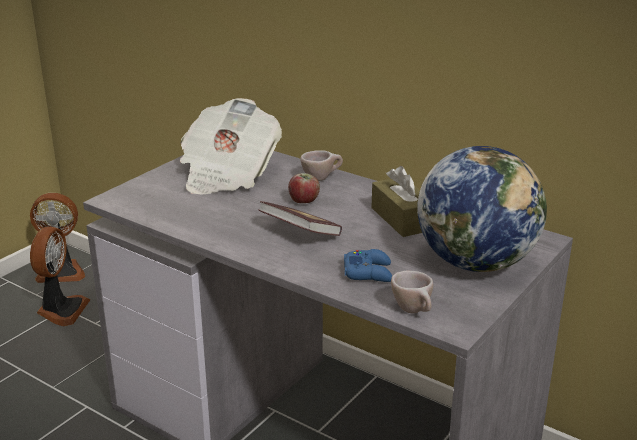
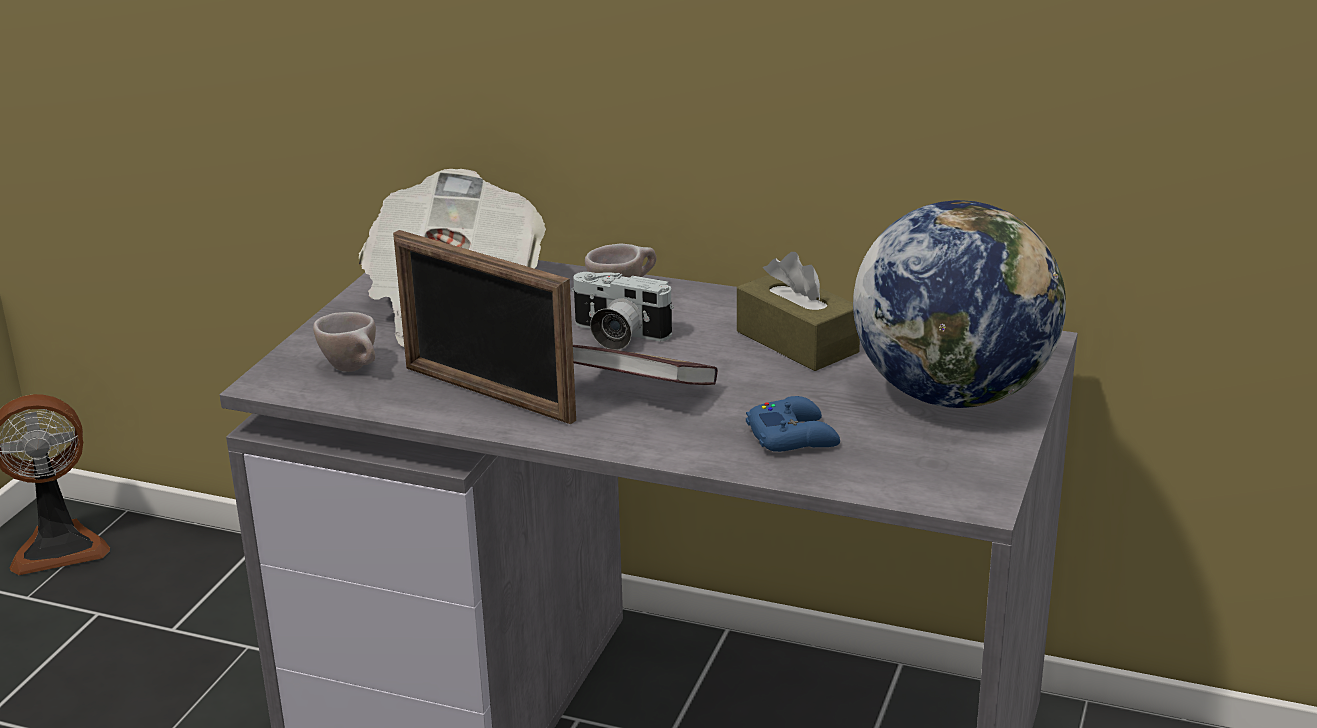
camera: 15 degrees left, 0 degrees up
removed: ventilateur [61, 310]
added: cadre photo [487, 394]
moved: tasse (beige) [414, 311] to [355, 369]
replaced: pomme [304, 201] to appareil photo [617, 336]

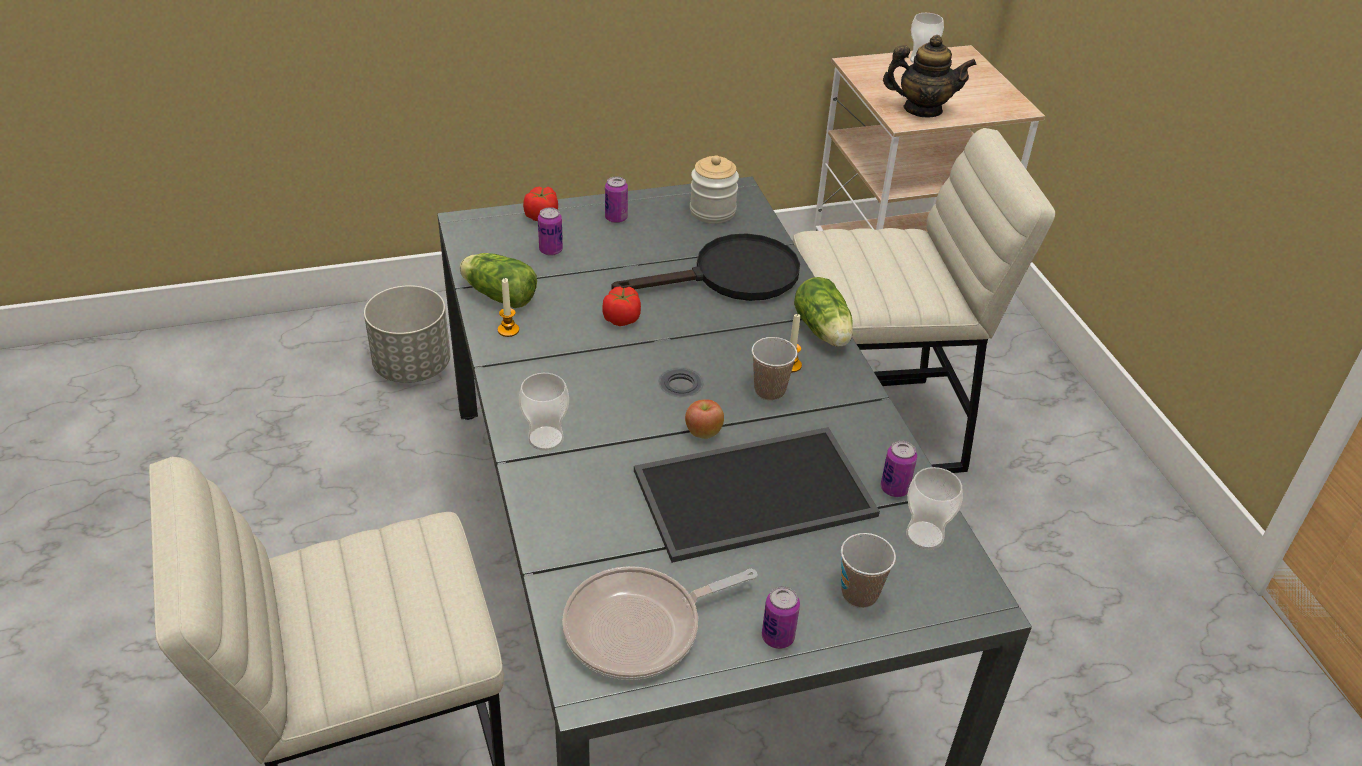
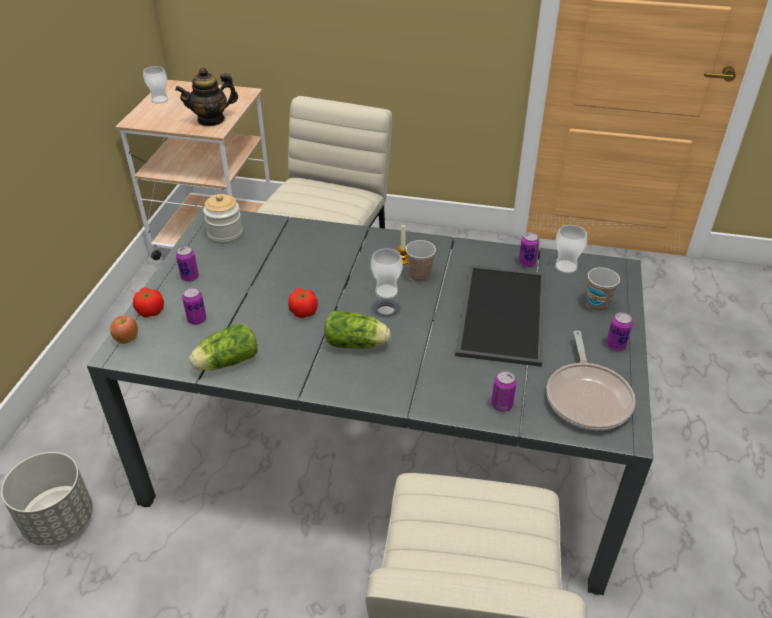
camera: 60 degrees left, 0 degrees up
removed: poêle (noir) [732, 277]; bougie [508, 330]
added: boîte métallique [501, 405]
moved: laitue [824, 332] to [358, 344]; tasse [545, 438] to [386, 292]; pomme [703, 433] to [127, 339]
turned: théière [922, 109] = [211, 120] 150 degrees counterclockwise

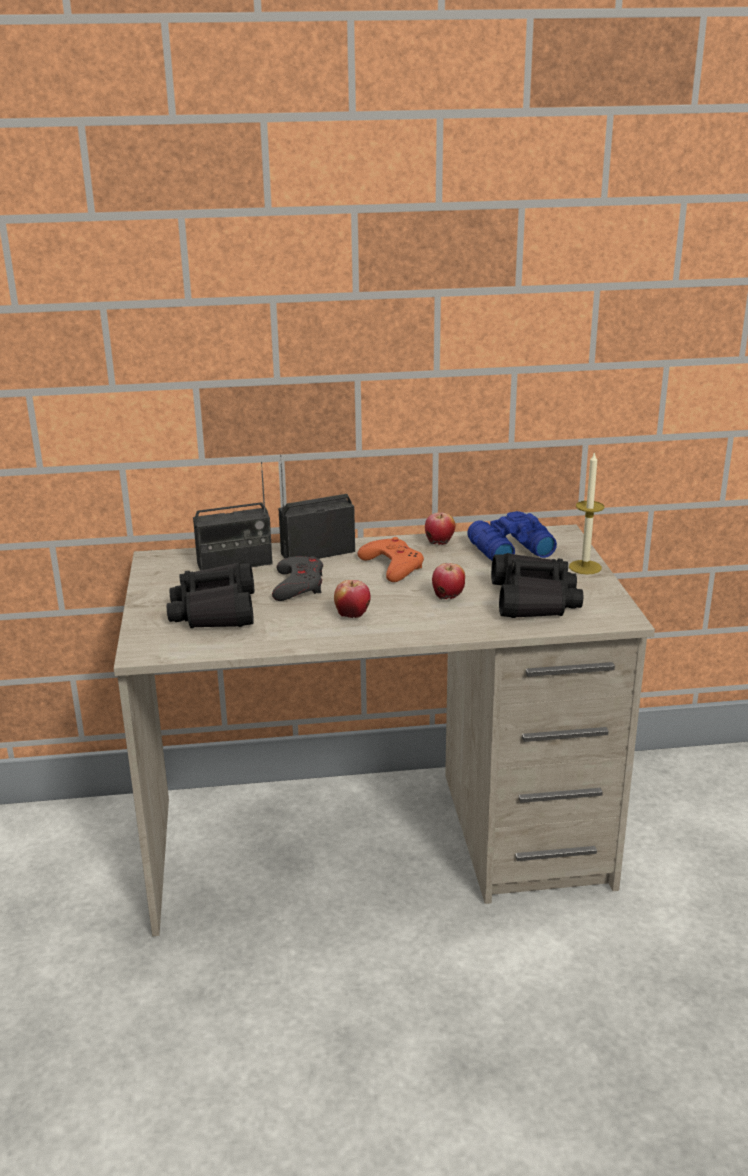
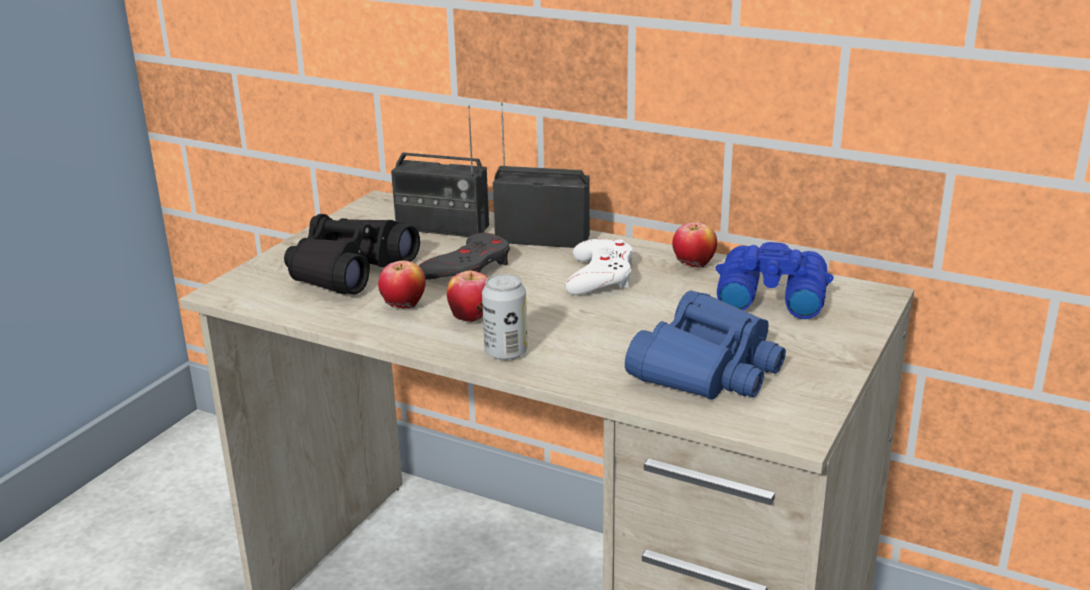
camera: 35 degrees right, 0 degrees up
removed: bougie [585, 567]
added: boîte métallique [506, 352]
moved: pomme [448, 598] to [403, 307]
recoloured: manette (orange) [392, 566] to manette (blanc) [600, 276]; jumelles (noir) [533, 600] to jumelles (bleu) [708, 368]

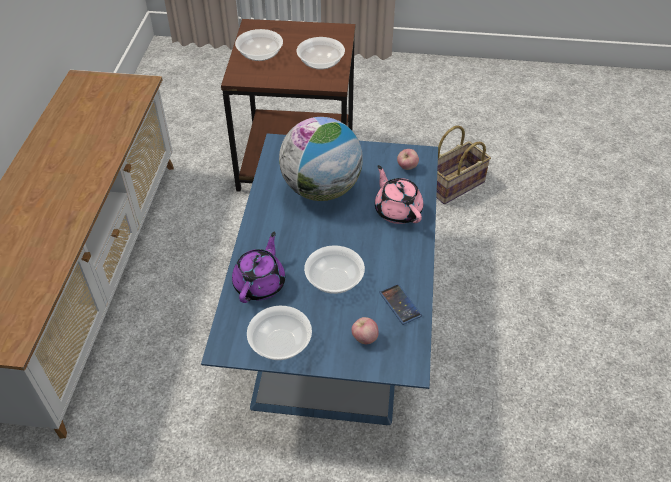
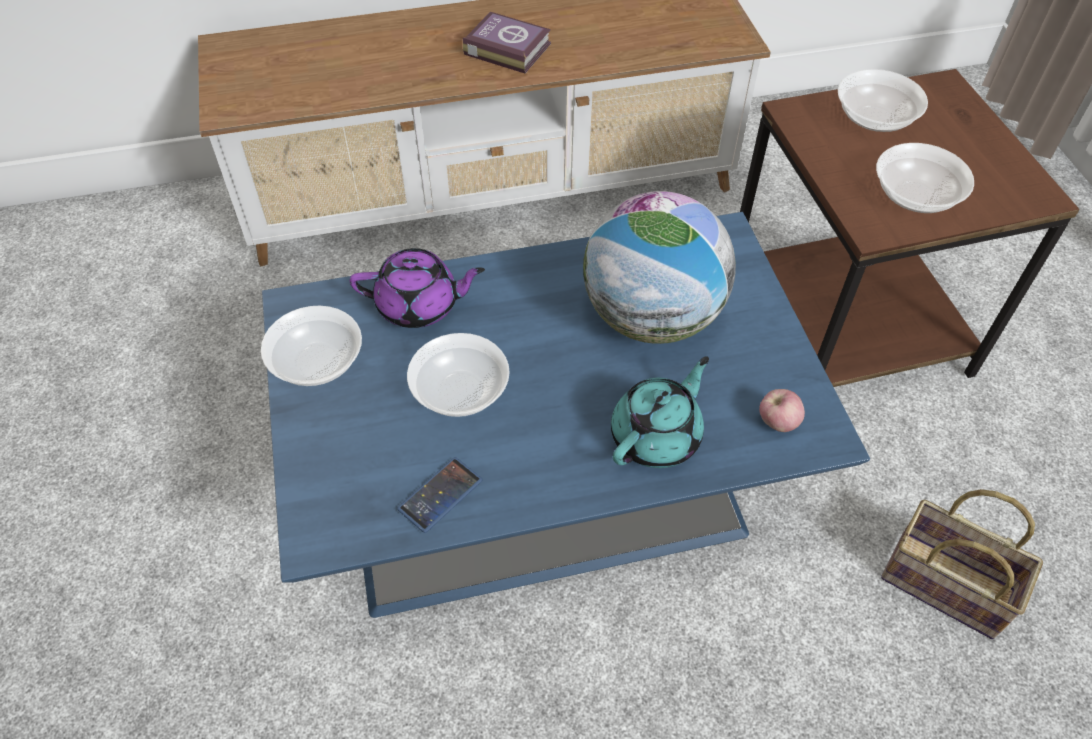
camera: 70 degrees right, 5 degrees up
removed: pomme [364, 338]
added: livre [506, 48]
recoloured: théière (rose) [397, 210] to théière (turquoise) [657, 436]

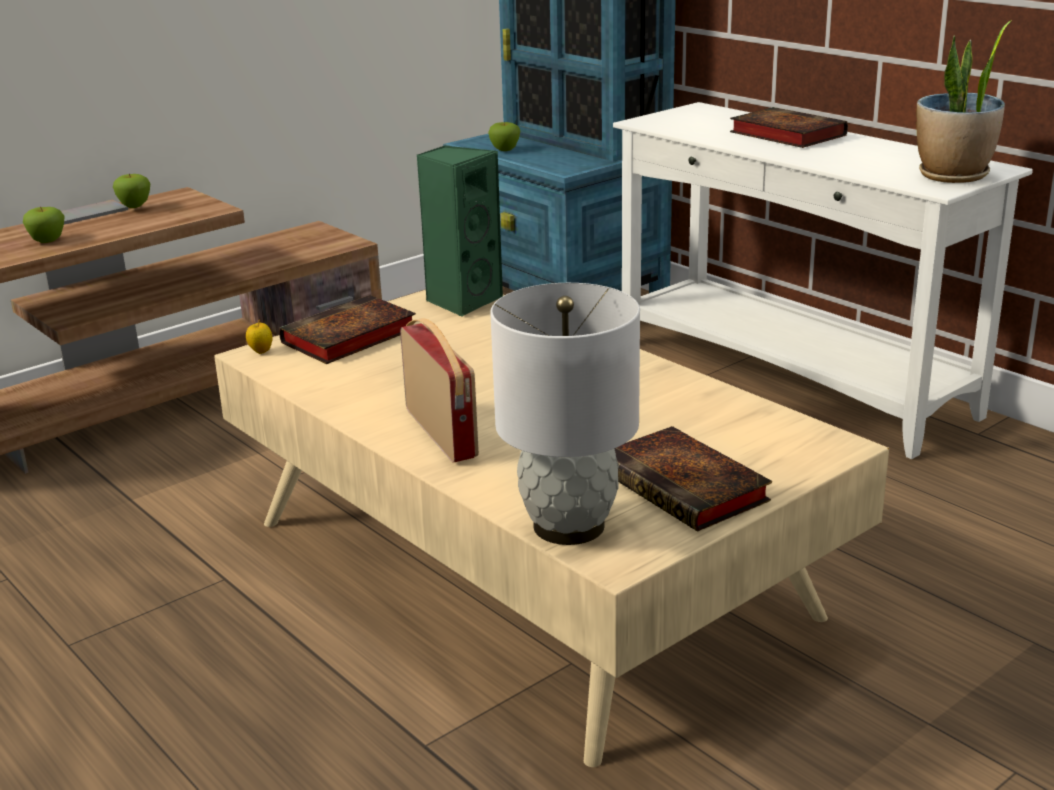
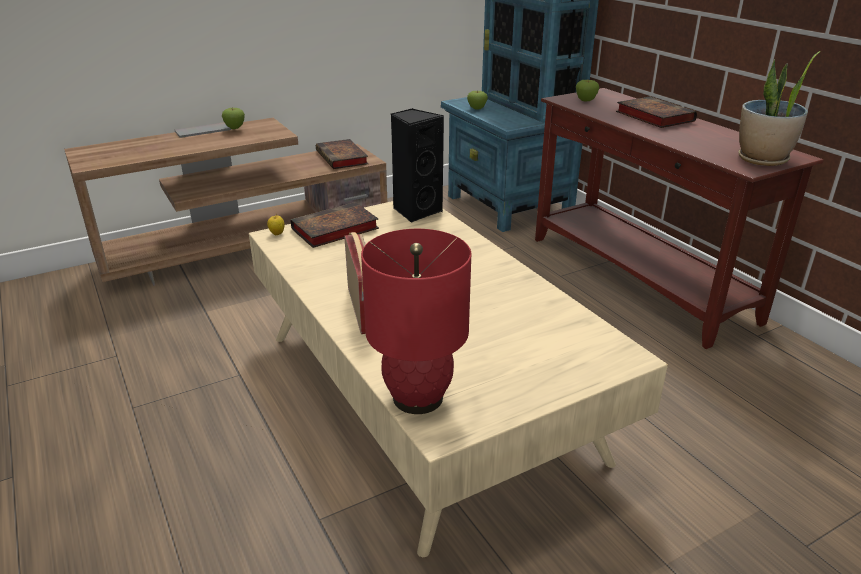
camera: 10 degrees right, 5 degrees up
moved: pomme [47, 241] to [585, 100]; livre [687, 488] to [343, 158]
recoloured: table console (blanc) [793, 378] to table console (marron) [640, 278]; enceinte (vert) [462, 301] to enceinte (noir) [416, 211]; lampe de table (blanc) [568, 526] to lampe de table (rouge) [417, 398]

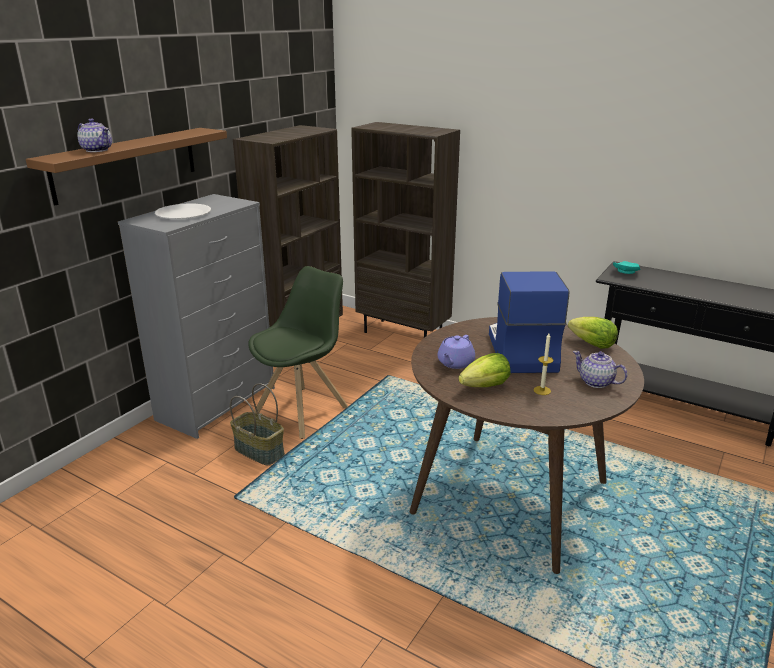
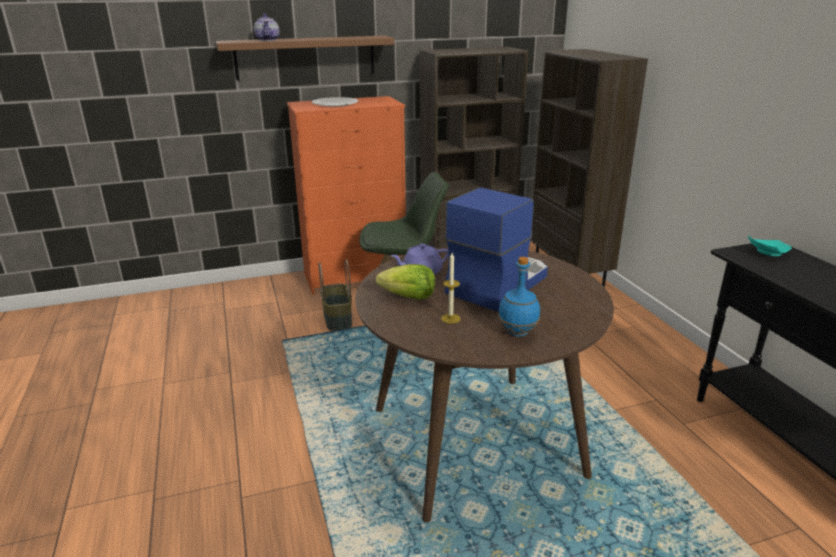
camera: 40 degrees right, 0 degrees up
removed: laitue [592, 344]
replaced: théière [596, 382] to bouteille (bleu) [517, 333]
recoloured: commode (gris) [217, 403] to commode (orange) [356, 277]

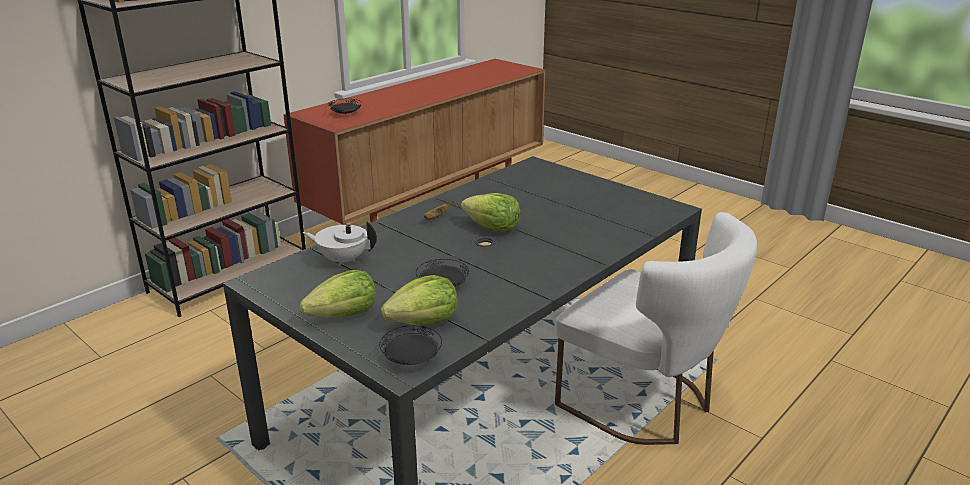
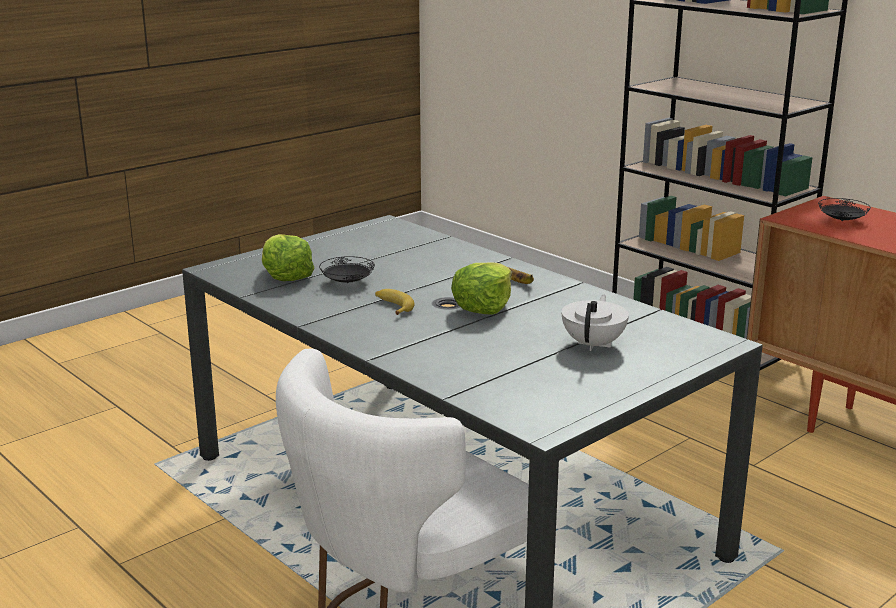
camera: 95 degrees right, 5 degrees down
removed: laitue [344, 316]; assiette (noir) [412, 359]
added: banane [393, 306]
moved: théière (blanc) [343, 260] to [594, 344]

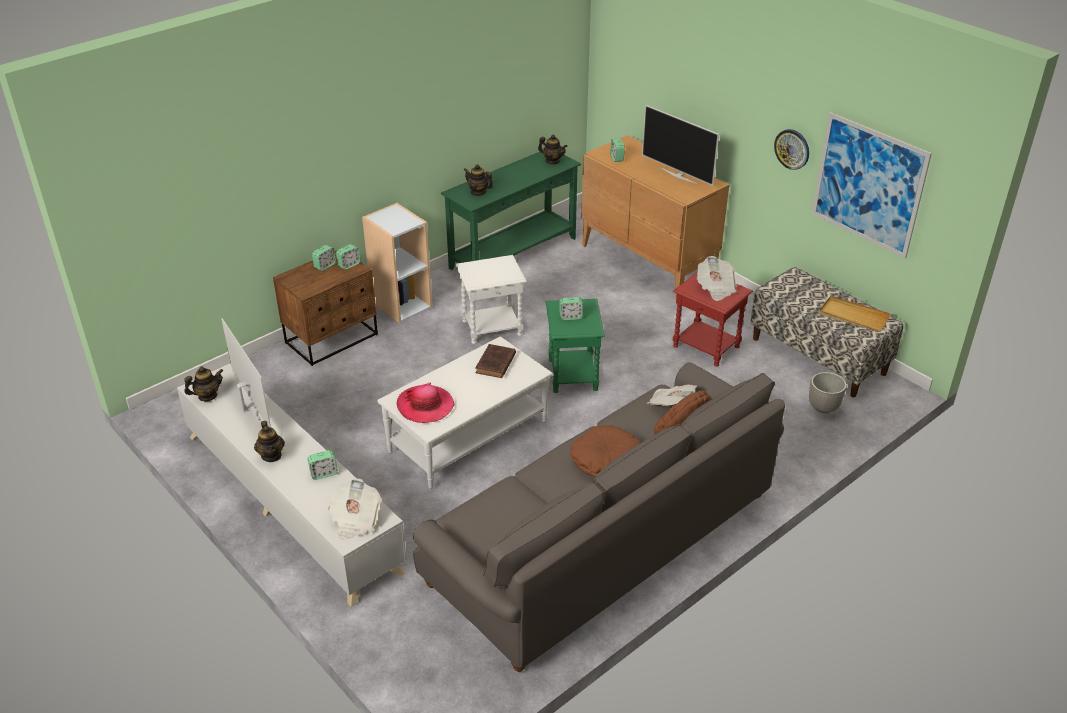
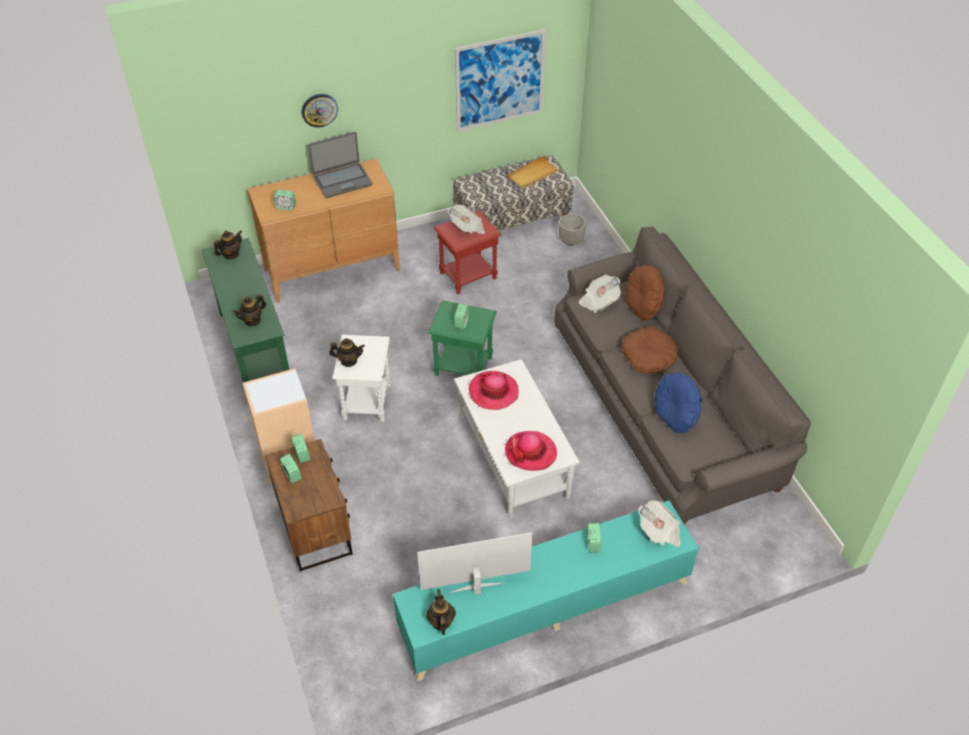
camera: 70 degrees left, 10 degrees up
added: coussin (bleu) [674, 419]
moved: horloge murale [792, 149] to [319, 110]; théière [271, 455] to [348, 361]
replaced: téléviseur [678, 175] to ordinateur portable [342, 181]; livre (marron) [495, 364] to chapeau [493, 392]
recoloured: meuble télé (blanc) [291, 500] to meuble télé (turquoise) [545, 605]

